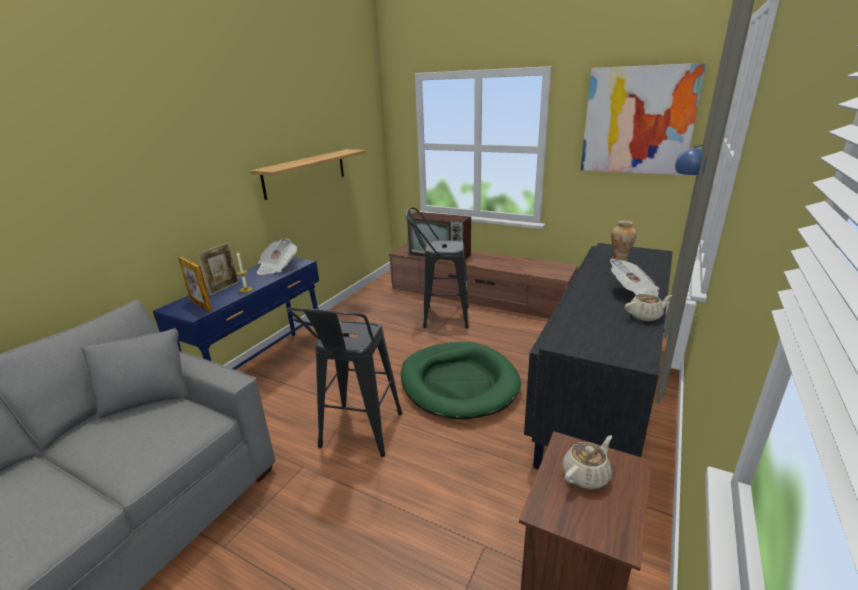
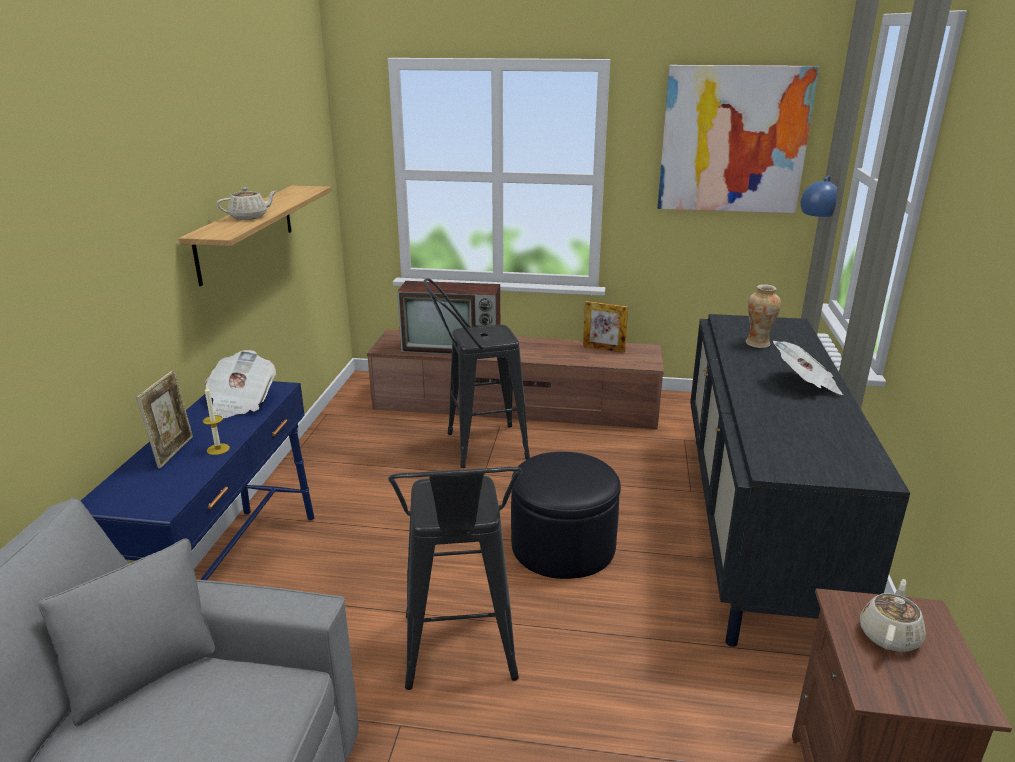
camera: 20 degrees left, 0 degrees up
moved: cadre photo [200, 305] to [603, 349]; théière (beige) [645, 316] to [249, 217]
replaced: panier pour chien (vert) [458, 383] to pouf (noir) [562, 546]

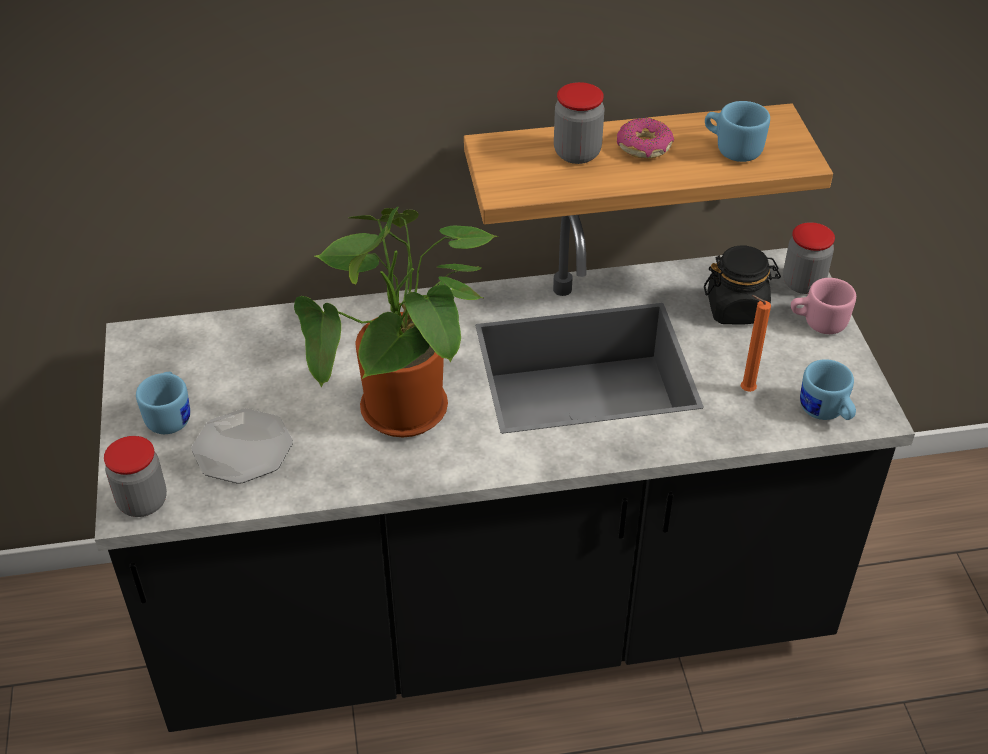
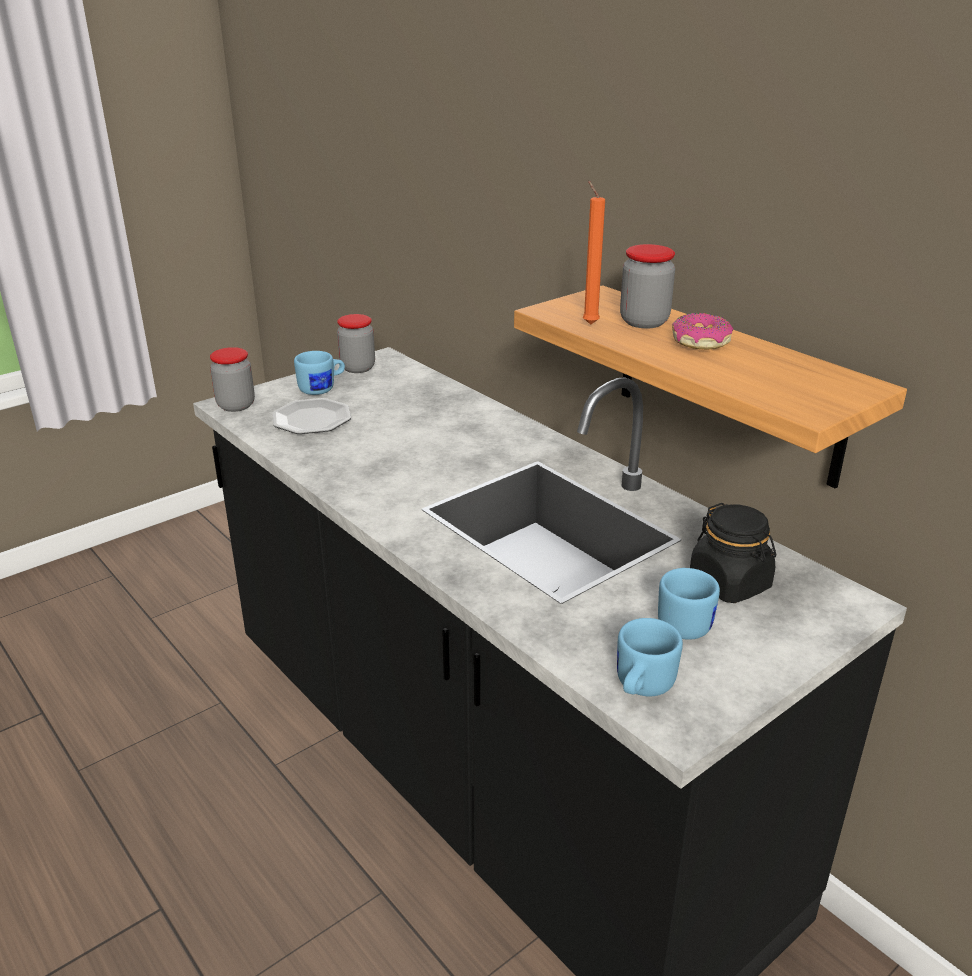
camera: 60 degrees right, 15 degrees down
removed: plante en pot [408, 417]; mug (rose) [817, 323]
moved: mug (bleu) [732, 149] to [684, 621]; bocal [803, 283] to [357, 368]; bougie (orange) [744, 390] to [588, 323]

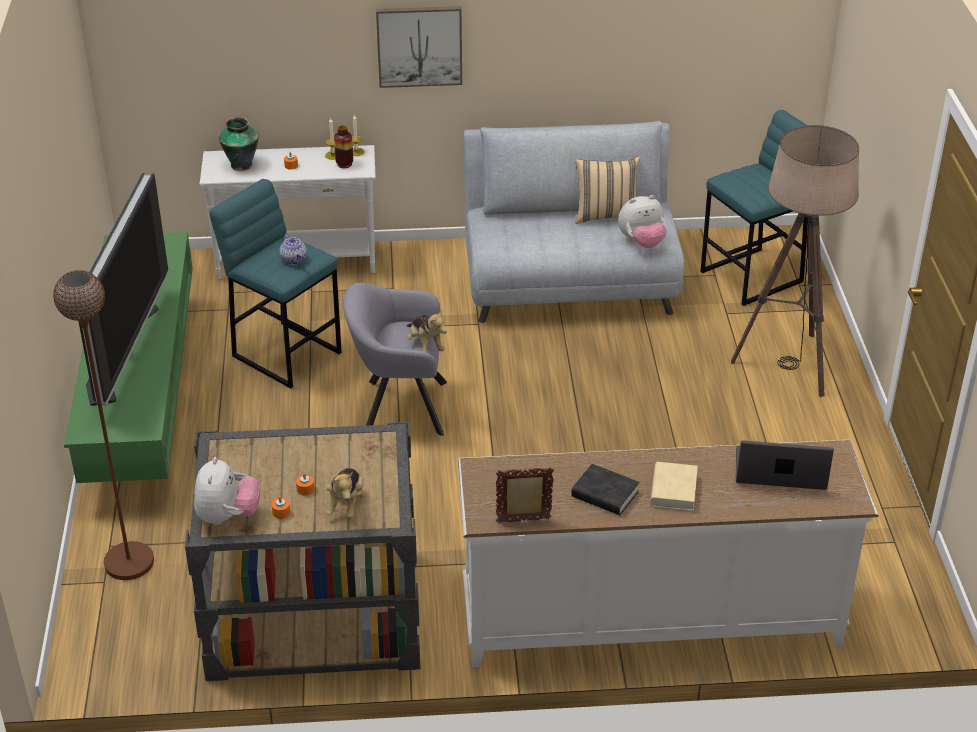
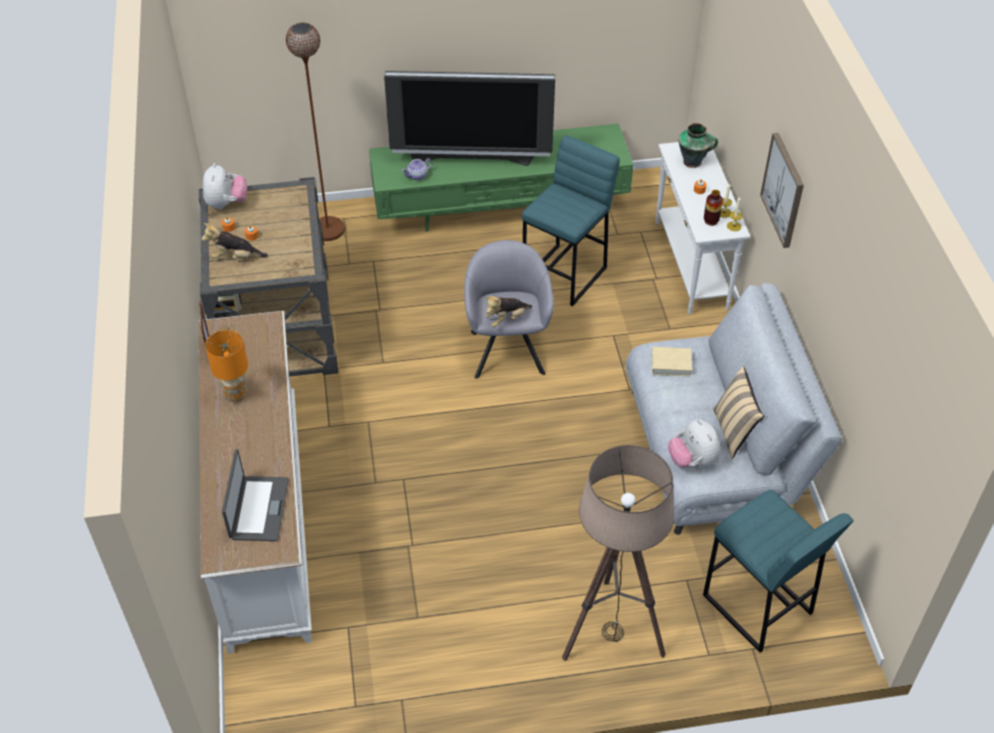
camera: 85 degrees right, 10 degrees up
moved: théière [294, 260] to [417, 176]; livre (beige) [673, 490] to [671, 364]
replaced: livre (noir) [605, 494] to lampe de table (orange) [235, 395]
turned: peluche [228, 516] = [226, 204] 90 degrees counterclockwise

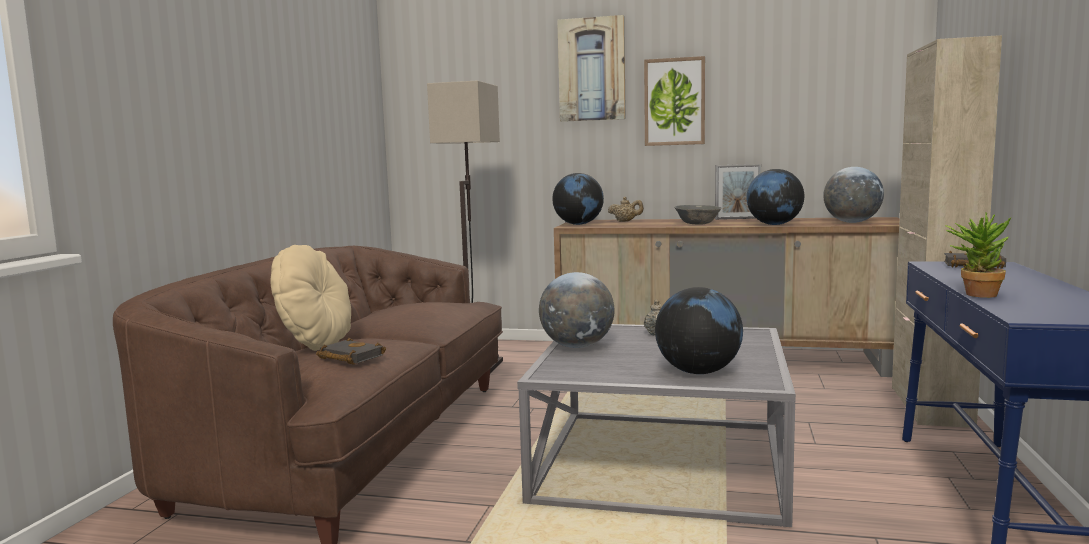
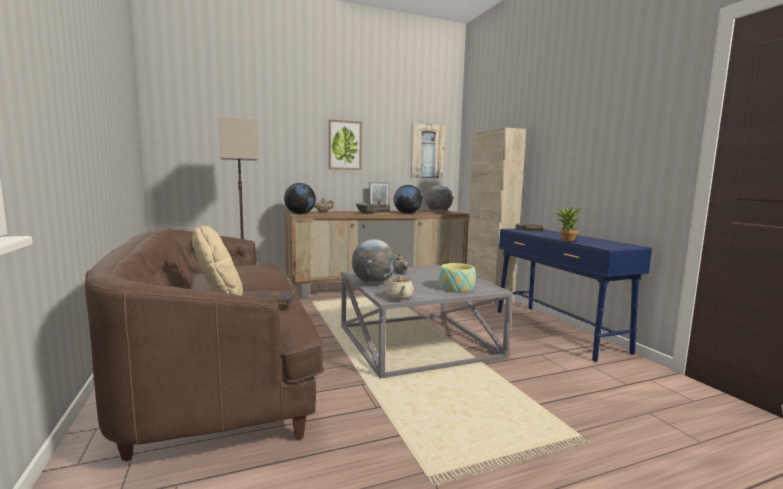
camera: 35 degrees left, 0 degrees up
added: théière (beige) [399, 297]
moved: tableau [592, 69] to [427, 151]
replaced: globe [698, 372] to bol [456, 288]

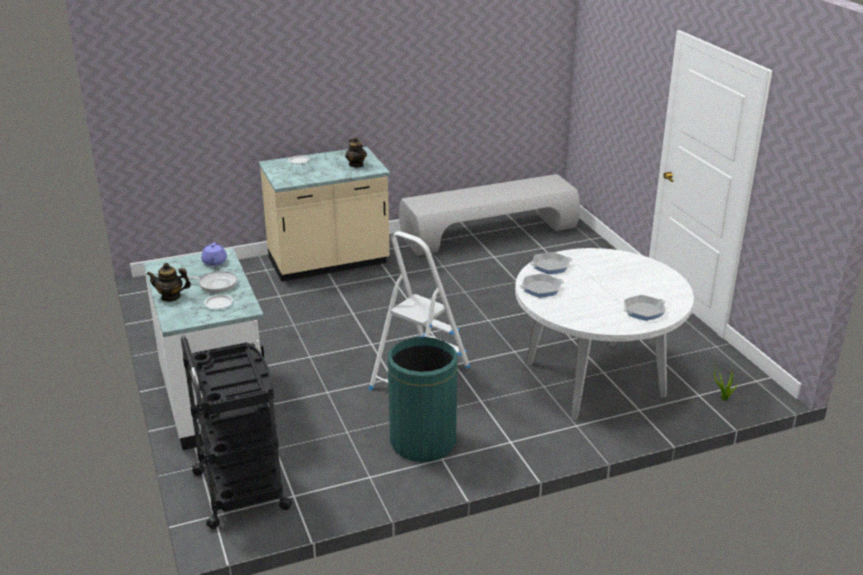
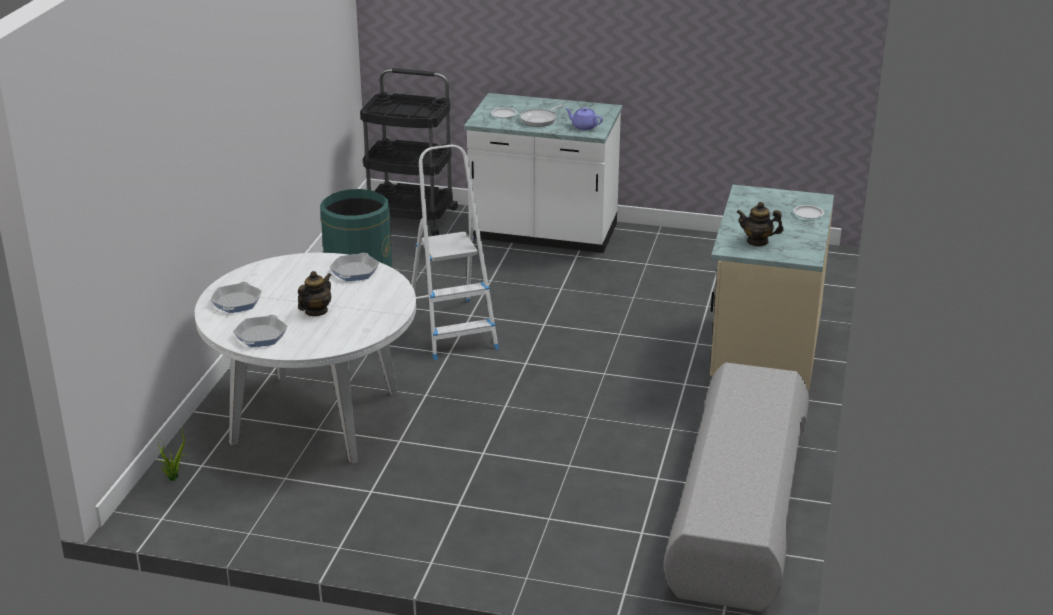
camera: 125 degrees right, 0 degrees up
moved: poêle [550, 266] to [261, 336]; théière [171, 297] to [316, 311]

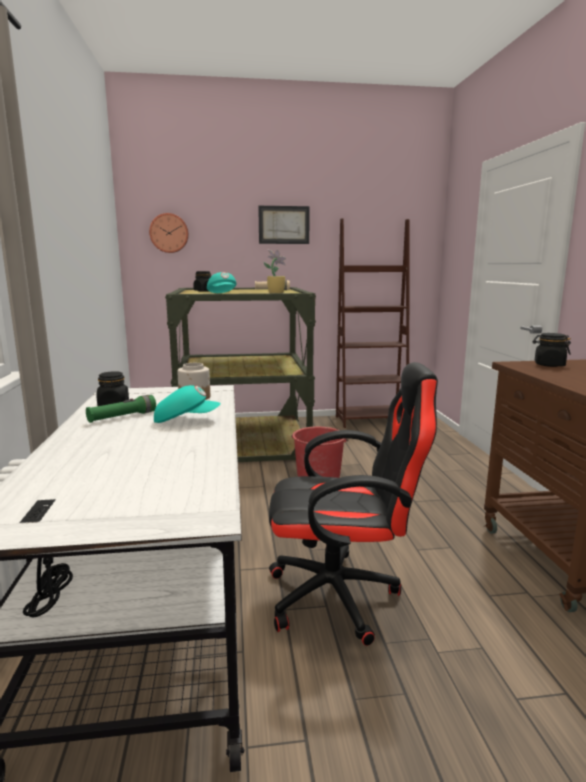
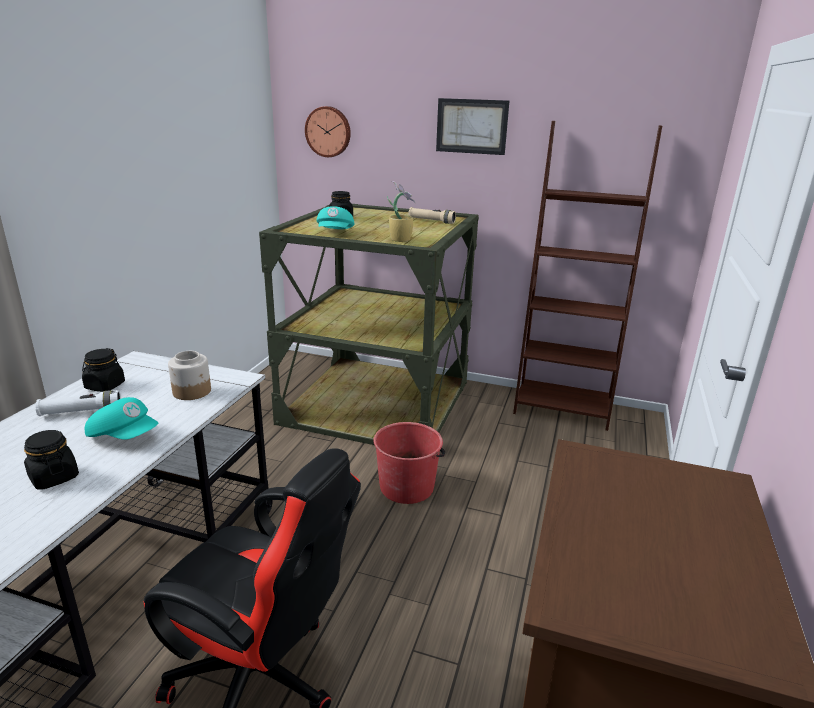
camera: 25 degrees right, 10 degrees up
moved: bocal (noir) [549, 365] to [54, 477]
recoloured: lampe de poche (vert) [122, 417] to lampe de poche (blanc) [81, 412]

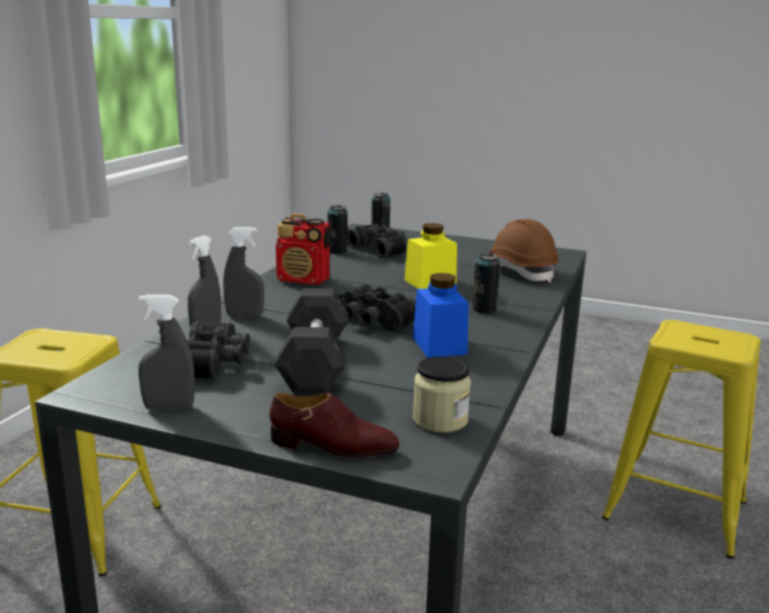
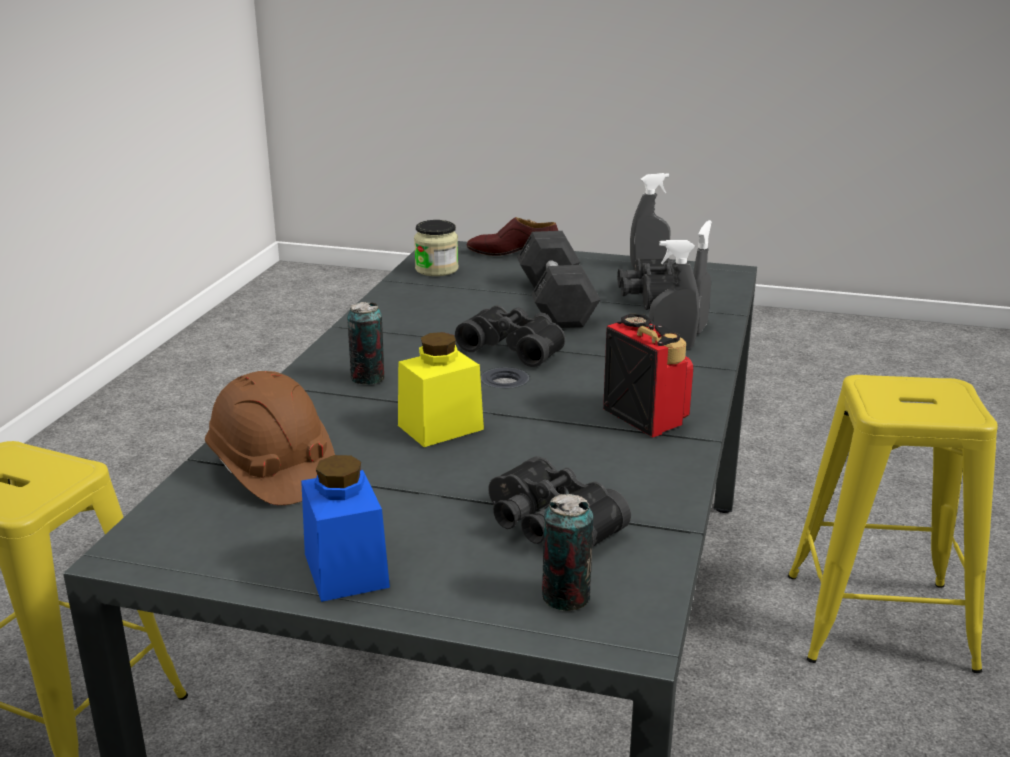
camera: 175 degrees right, 5 degrees up
removed: boîte métallique [337, 251]
moved: bocal (bleu) [439, 346] to [346, 570]
turned: radio [303, 280] = [644, 417] 45 degrees clockwise

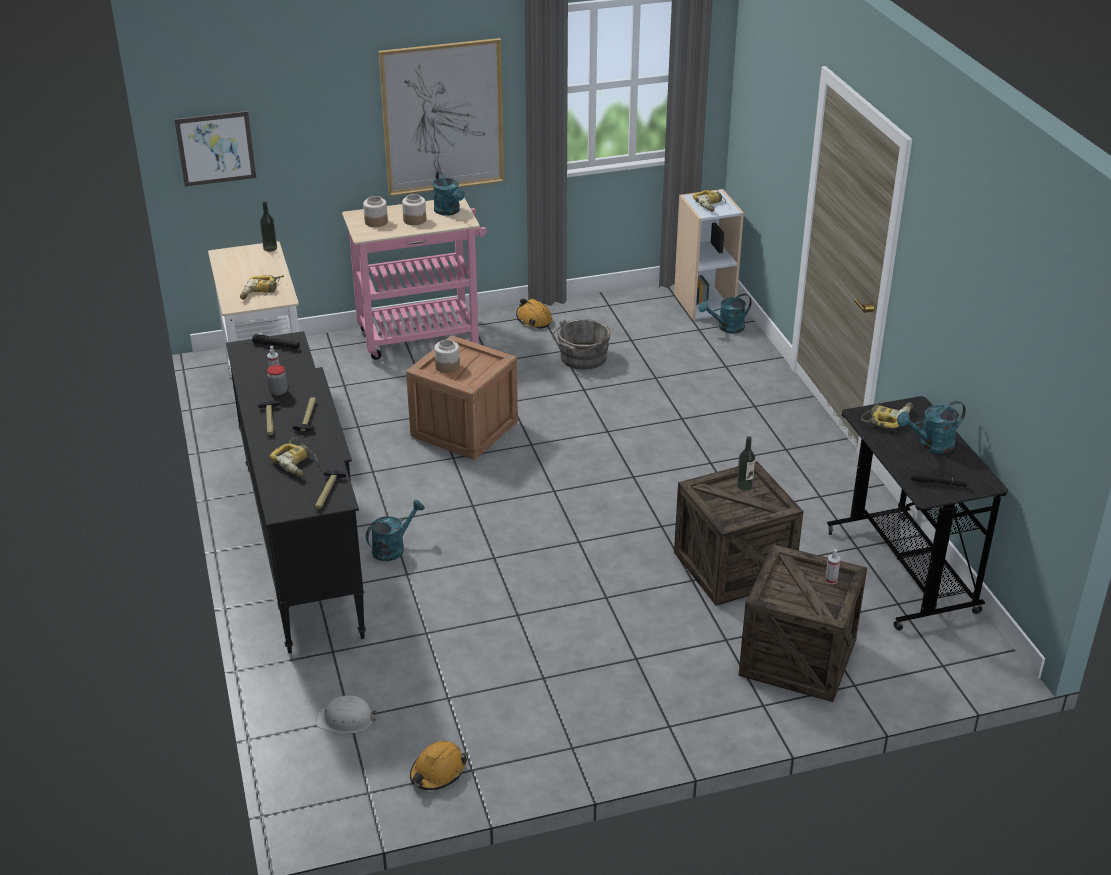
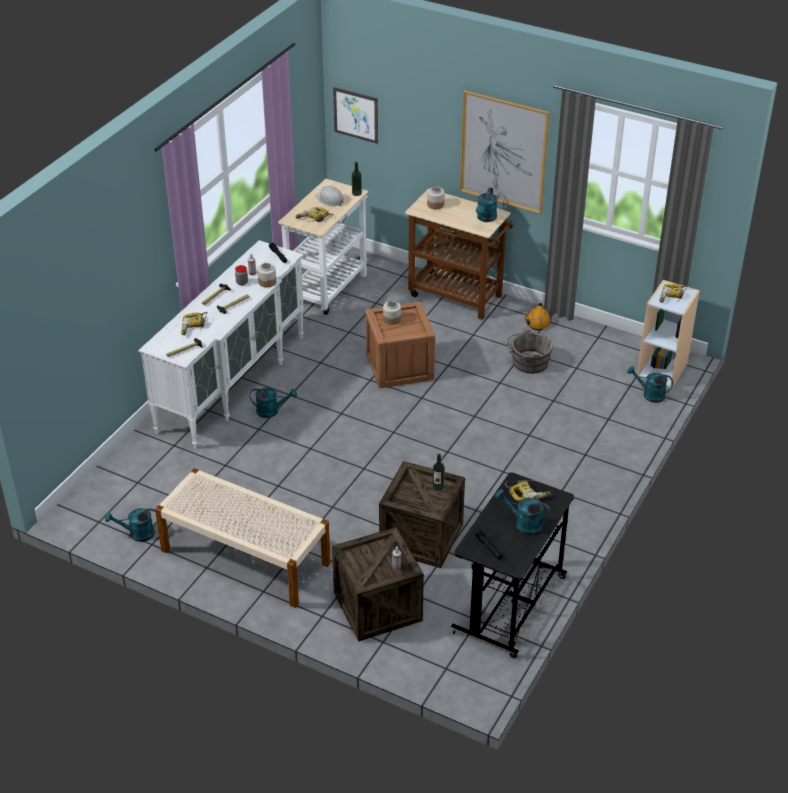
camera: 45 degrees right, 5 degrees up
added: banc (beige) [245, 558]
moved: bocal [414, 220] to [267, 282]; casque de chantier (blanc) [346, 719] to [330, 199]
replaced: casque de chantier (orange) [437, 772] to arrosoir (turquoise) [137, 534]
recoloured: chariot (rose) [420, 337] to chariot (marron) [457, 296]; meuble de rangement (noir) [304, 547] to meuble de rangement (blanc) [233, 383]

